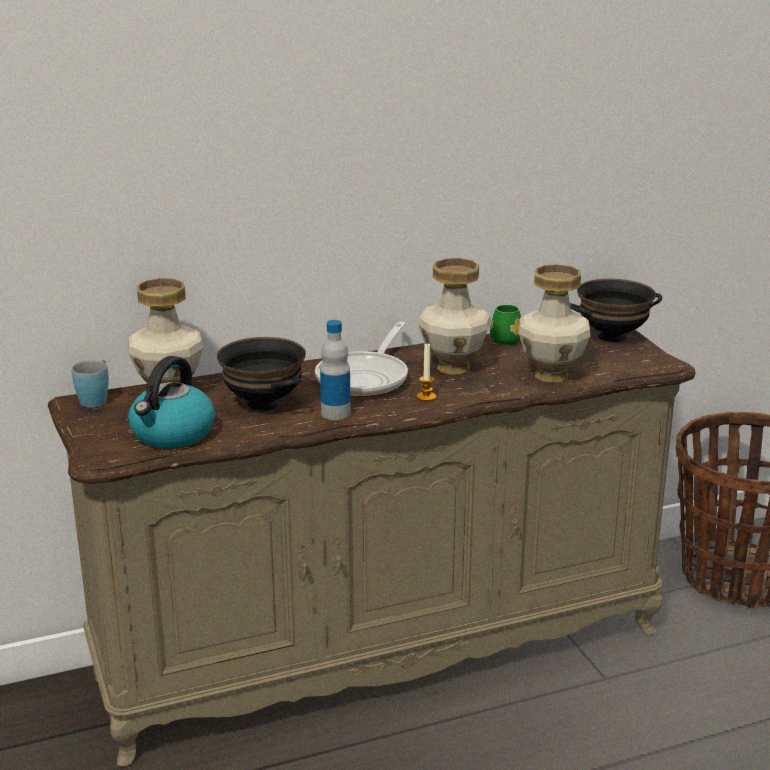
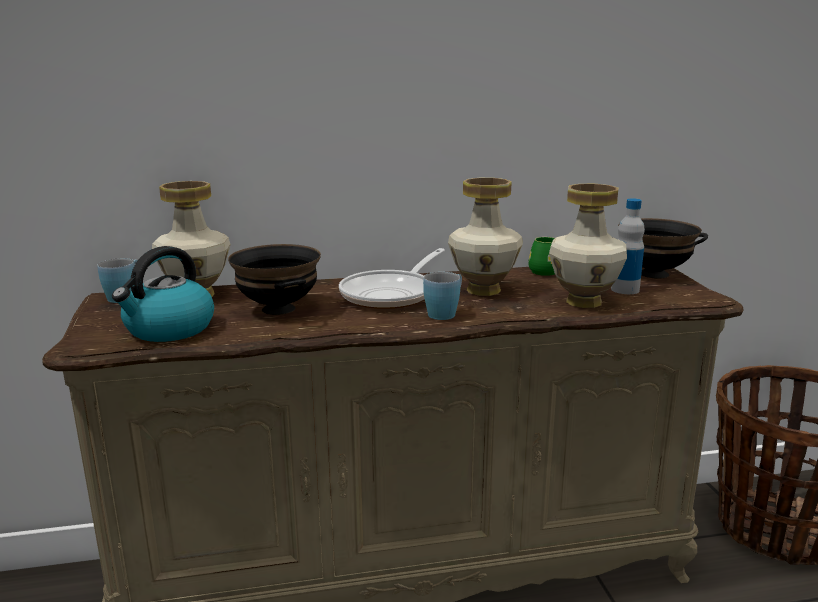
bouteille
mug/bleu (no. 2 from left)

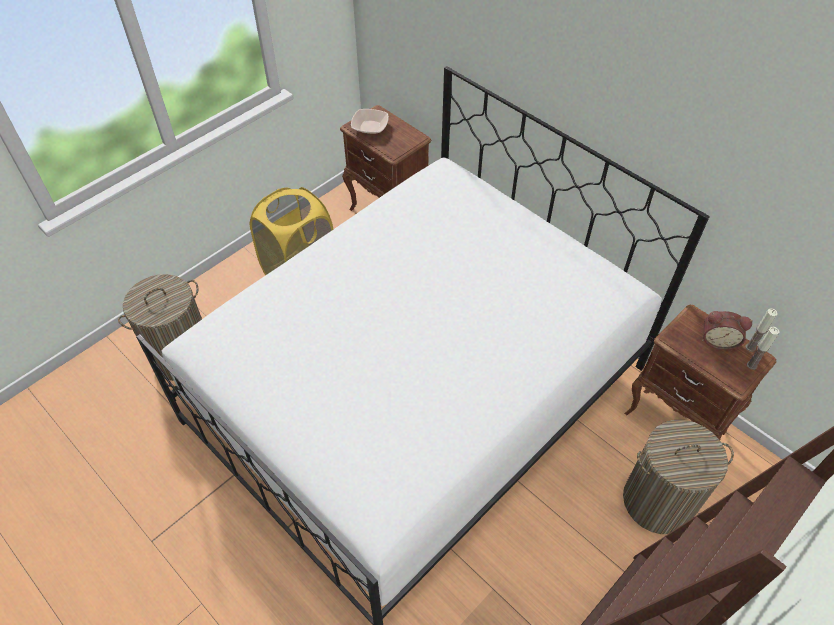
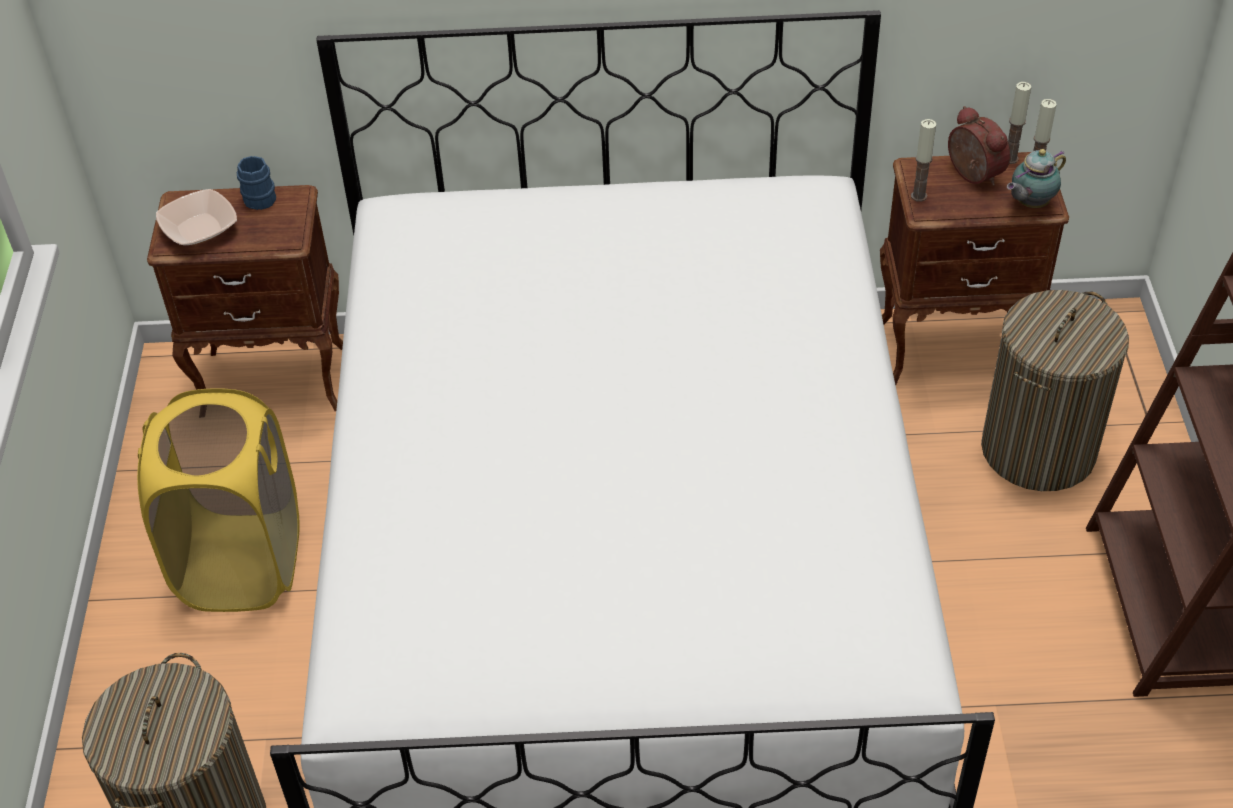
mug/bleu
bougie (no. 1 from left)
théière
réveil

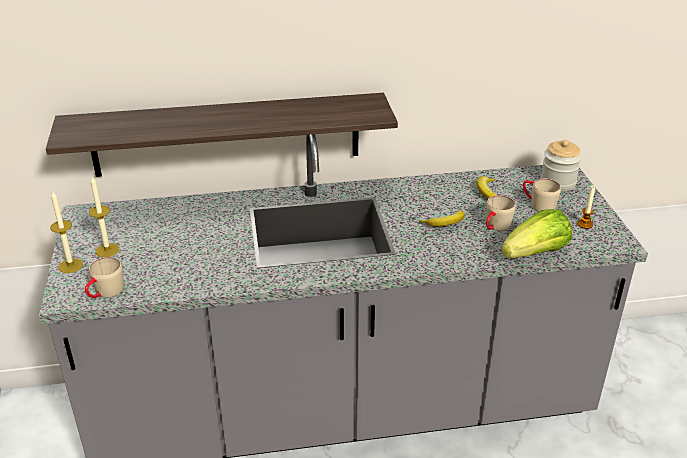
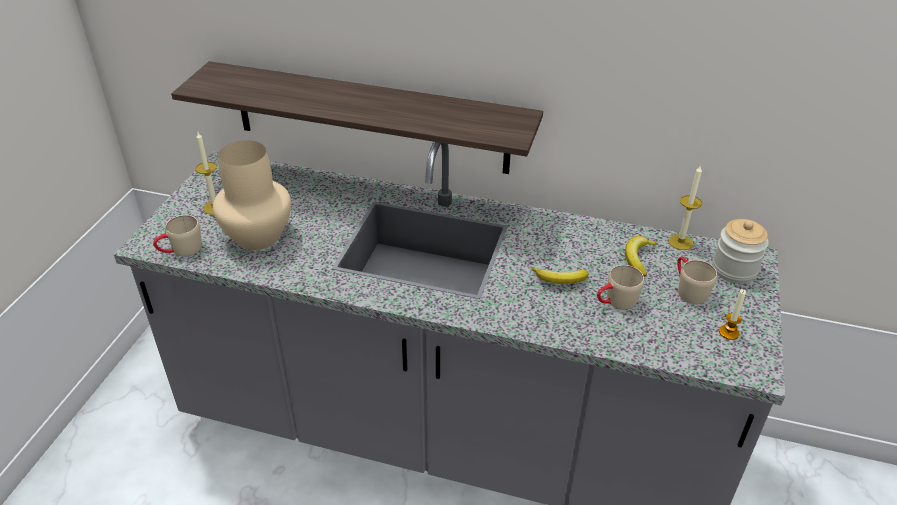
laitue
vase/beige
bougie (no. 2 from left)

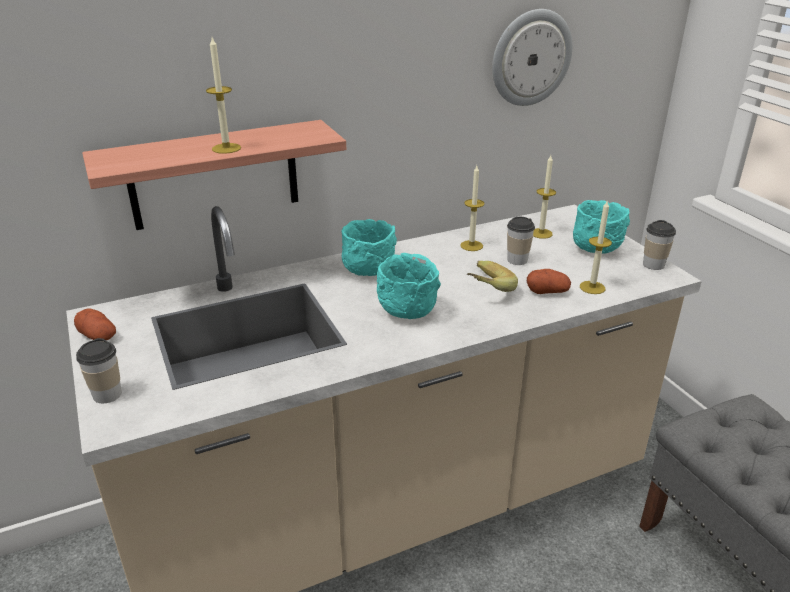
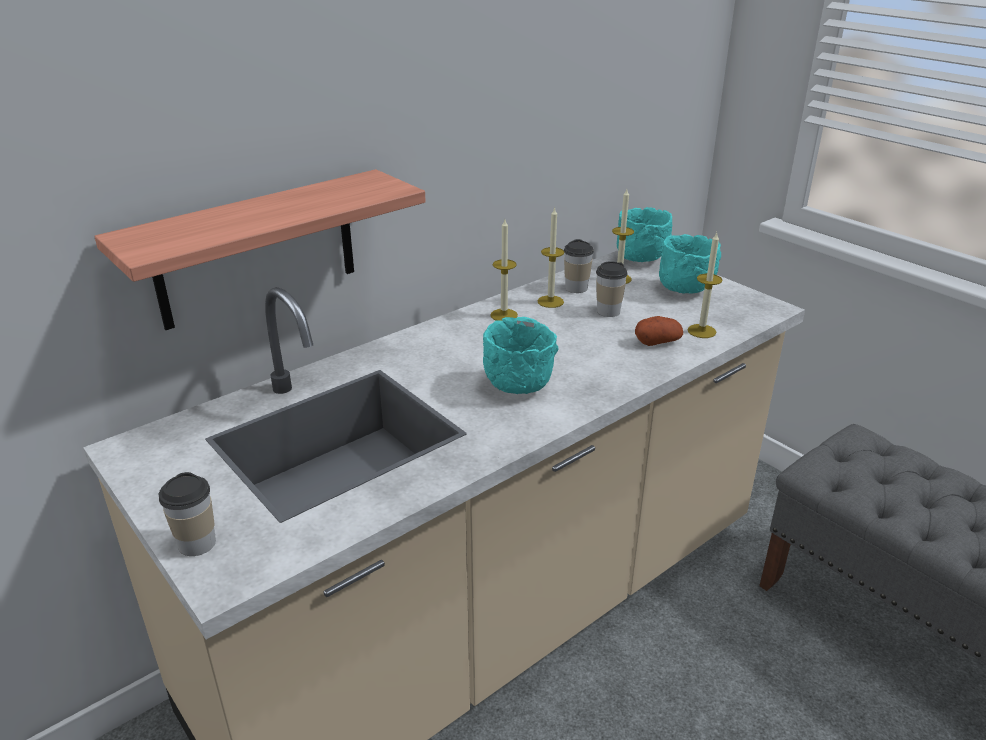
pomme de terre (no. 1 from left in the first image)
banane
horloge murale
bougie (no. 1 from left)
bol/turquoise (no. 2 from left)
tasse (no. 2 from left)

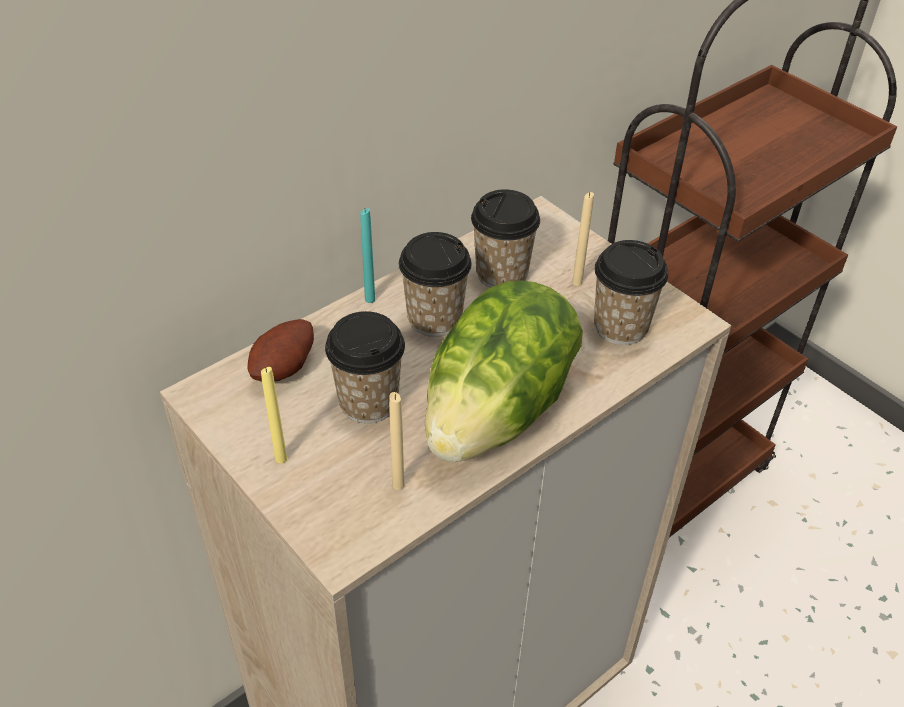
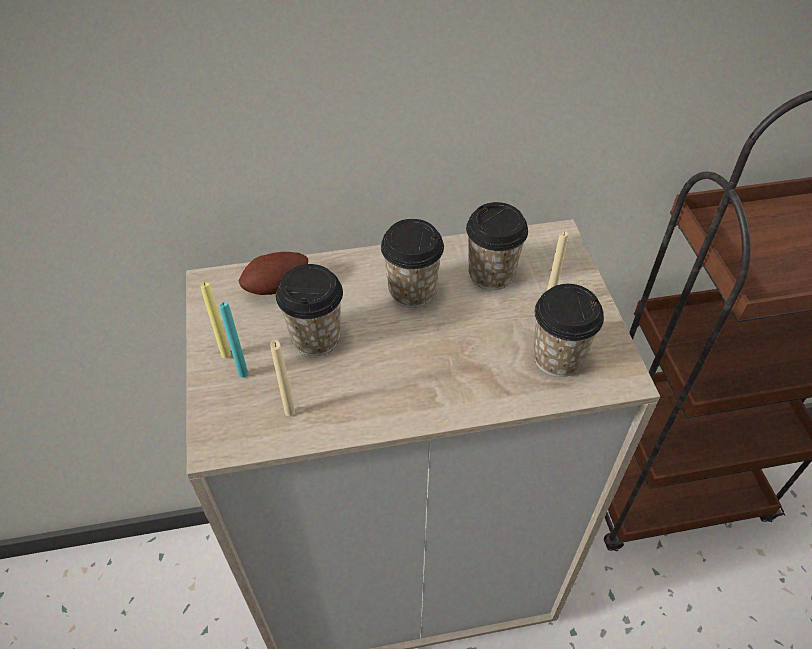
laitue
bougie/turquoise

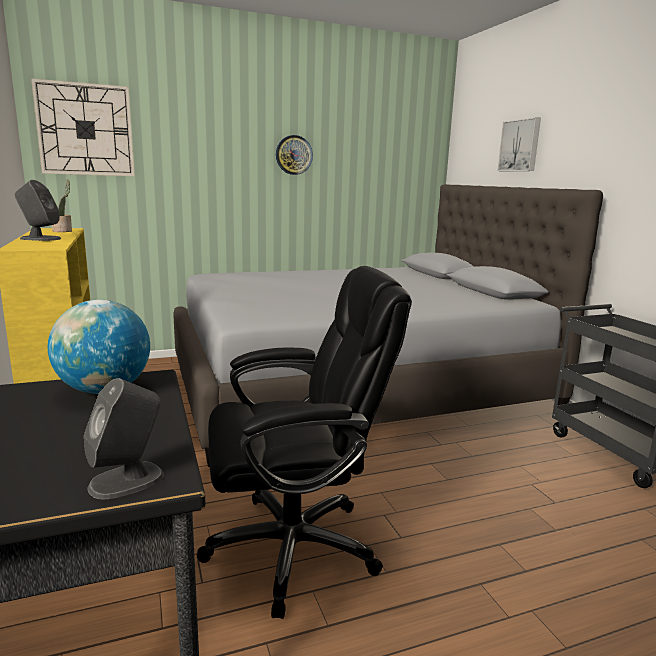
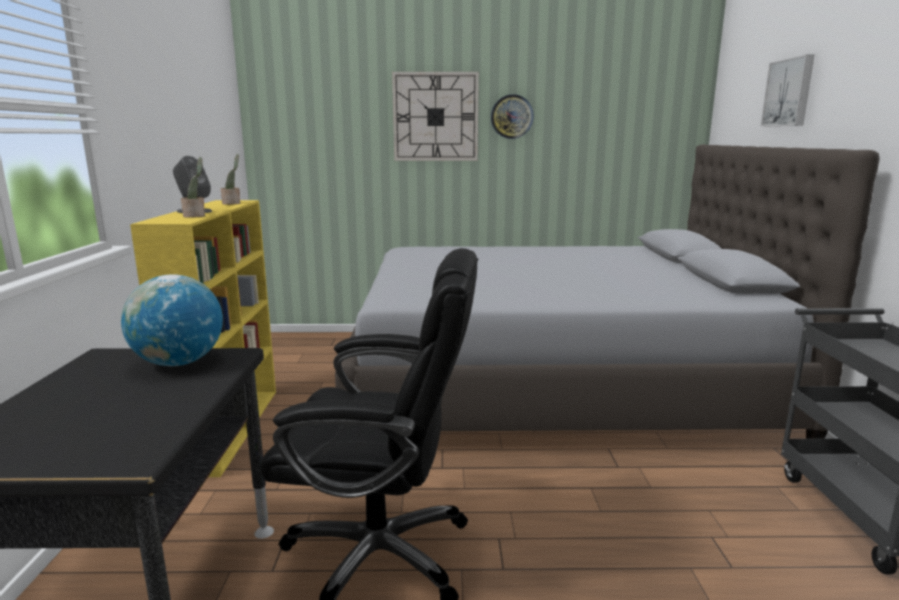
enceinte/gris (no. 2 from left in the first image)
plante en pot (no. 1 from left)
horloge murale (no. 1 from left)

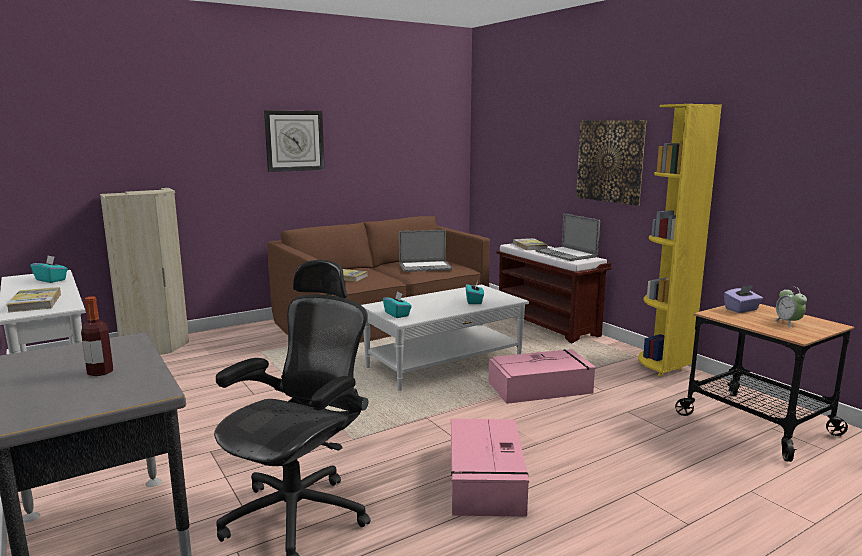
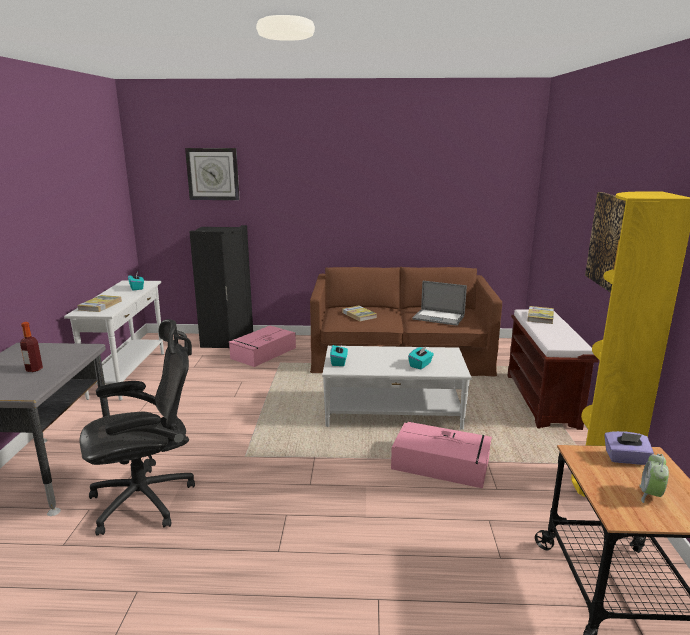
ordinateur portable (no. 2 from left in the first image)
horloge murale
boîte de rangement/rose (no. 1 from left)
meuble de rangement/noir

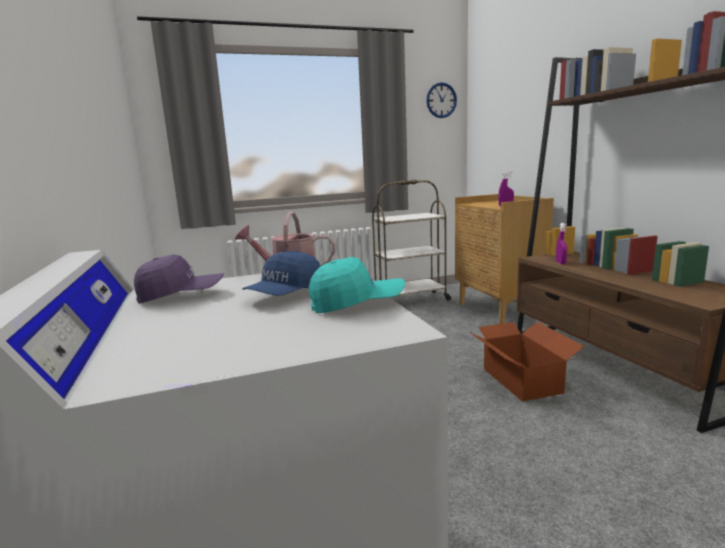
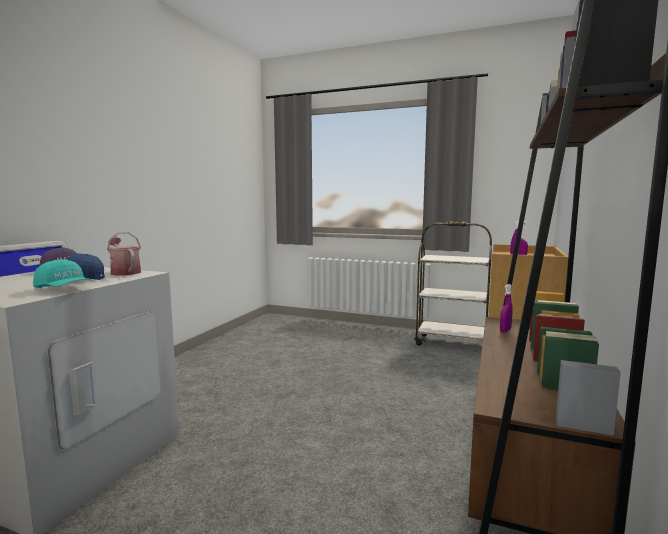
horloge murale
carton

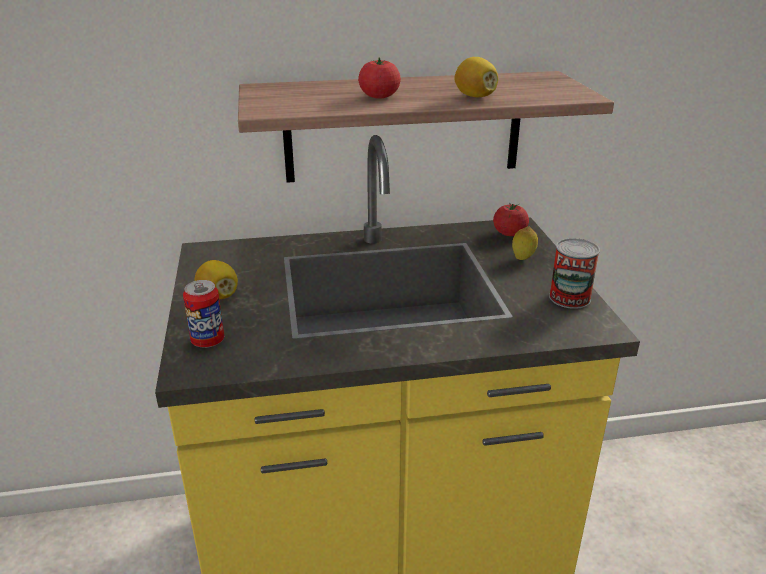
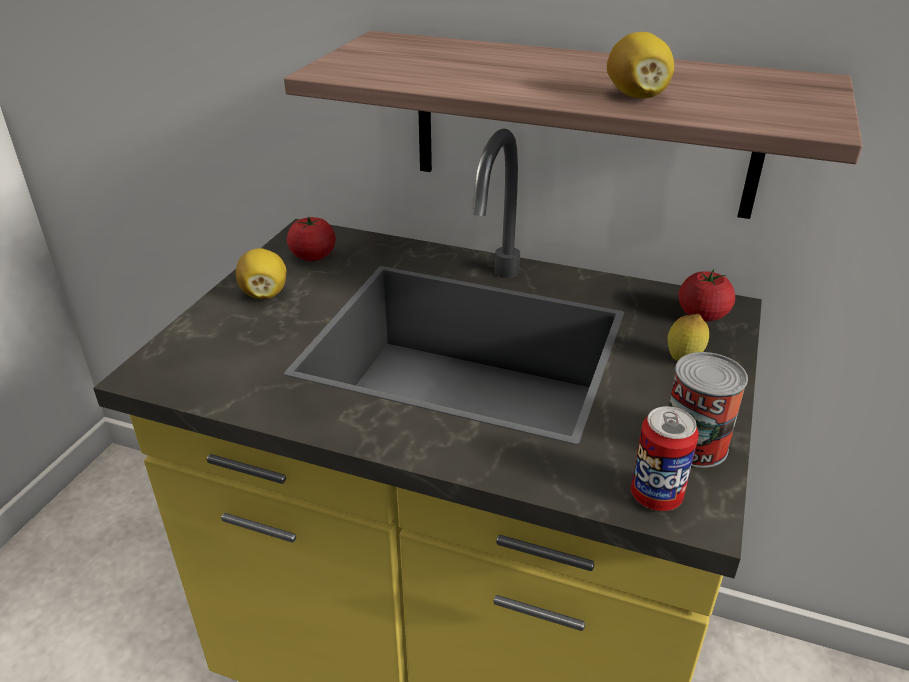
boîte métallique (no. 1 from left)
tomate (no. 1 from left)

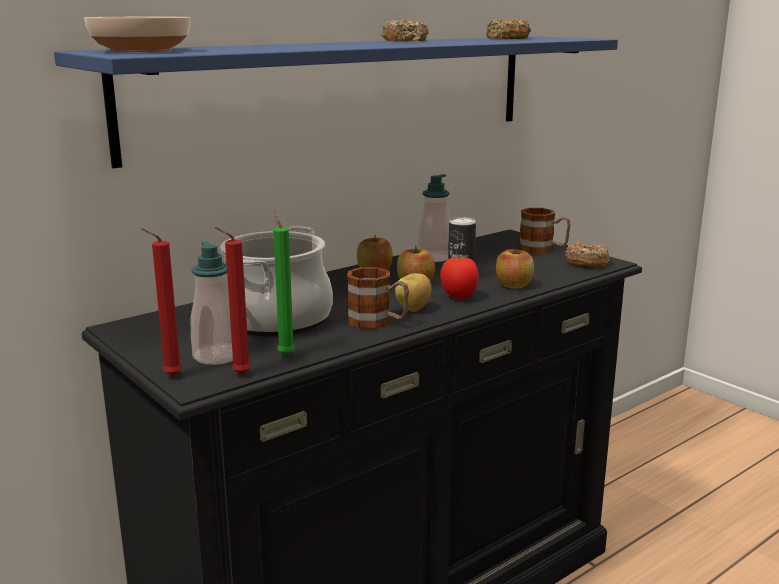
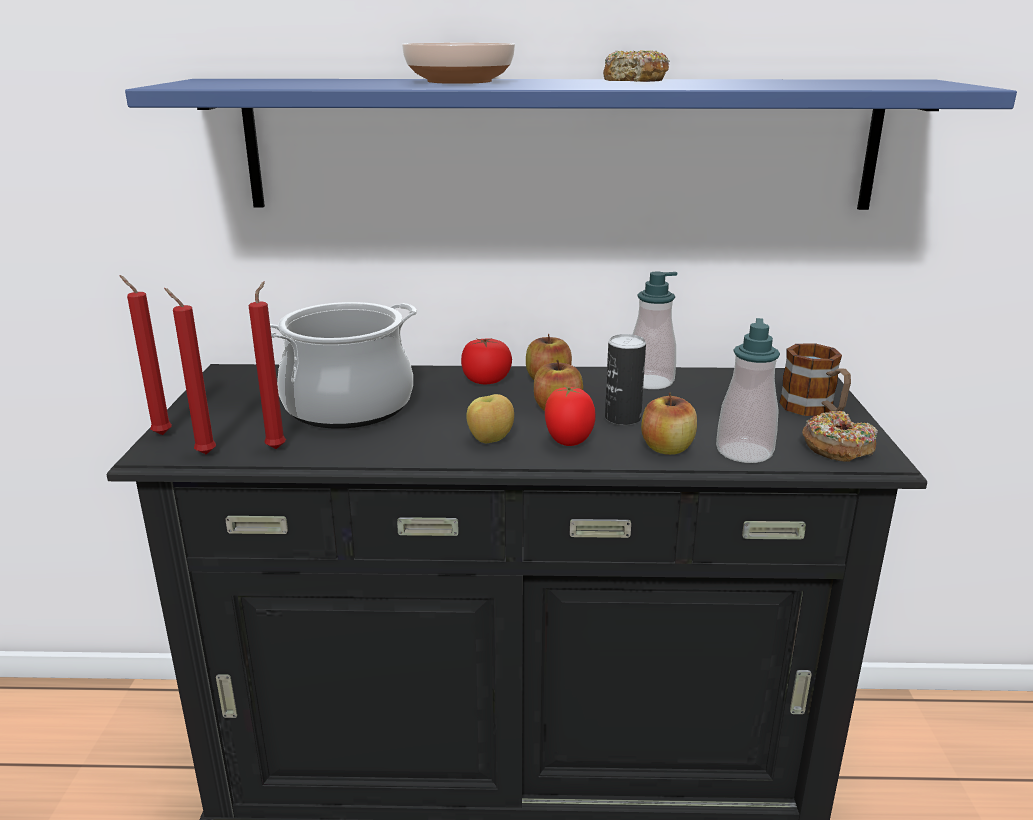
mug (no. 1 from left in the first image)
beignet (no. 2 from left in the first image)
tomate (no. 1 from left)
bol
distributeur de savon (no. 2 from left)
bougie/rouge (no. 3 from left)

